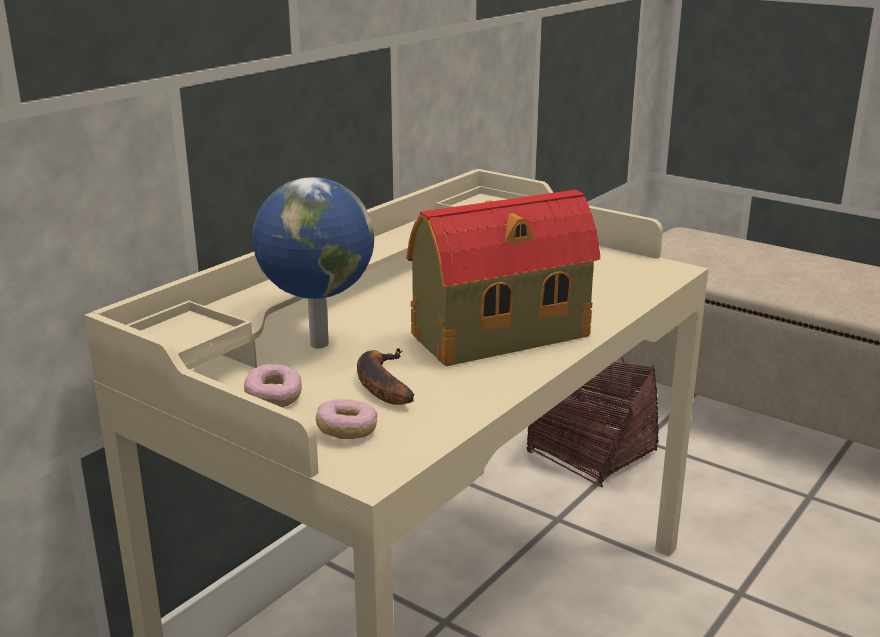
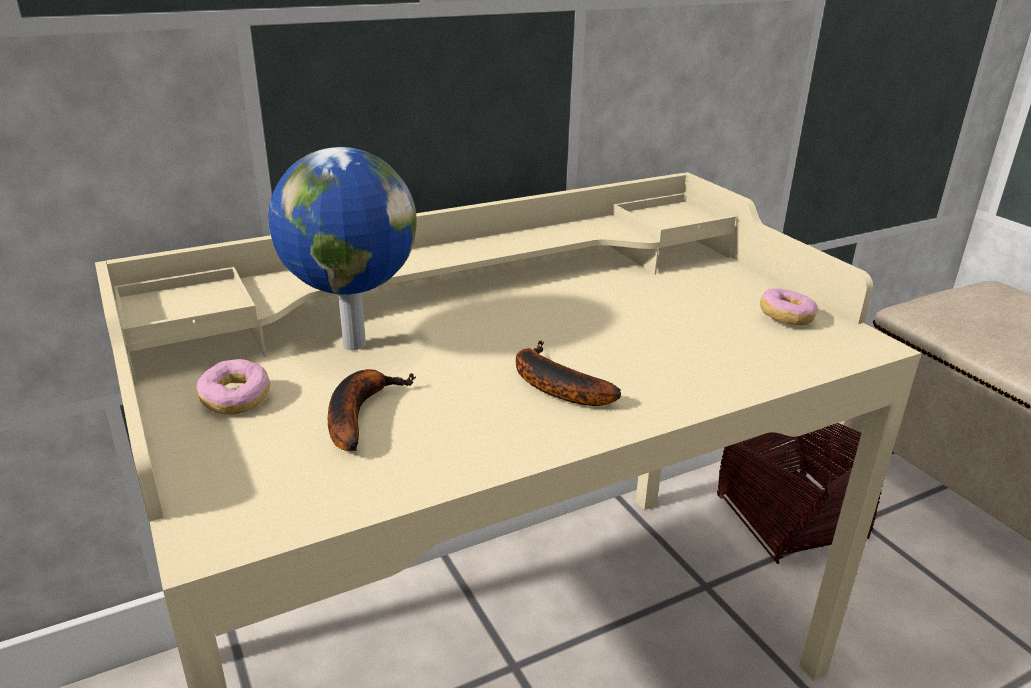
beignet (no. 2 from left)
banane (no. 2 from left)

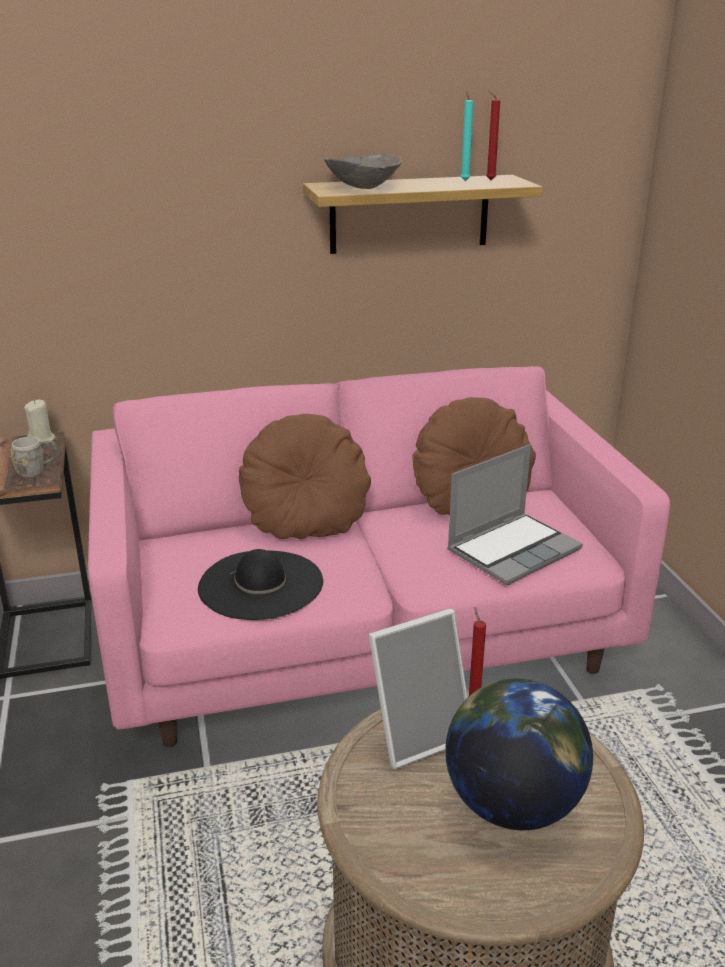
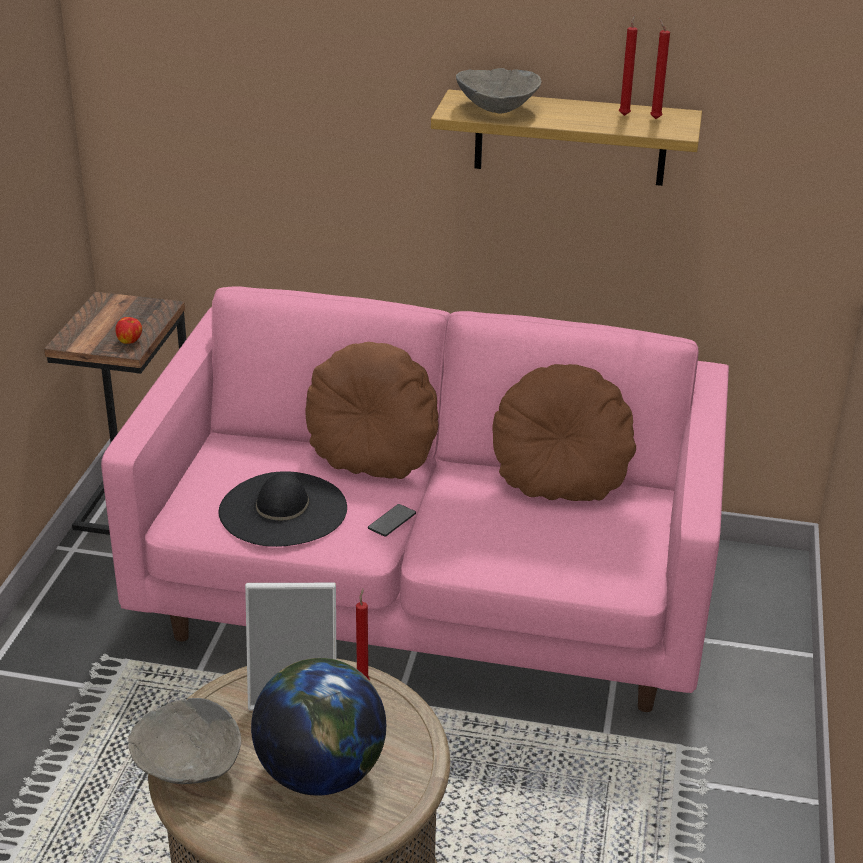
bougie/beige
ordinateur portable
bol/gris (no. 1 from left)
téléphone
pomme
bougie/rouge (no. 2 from left)

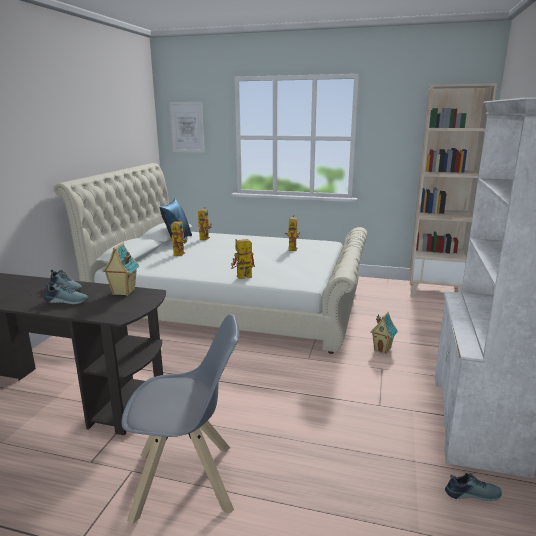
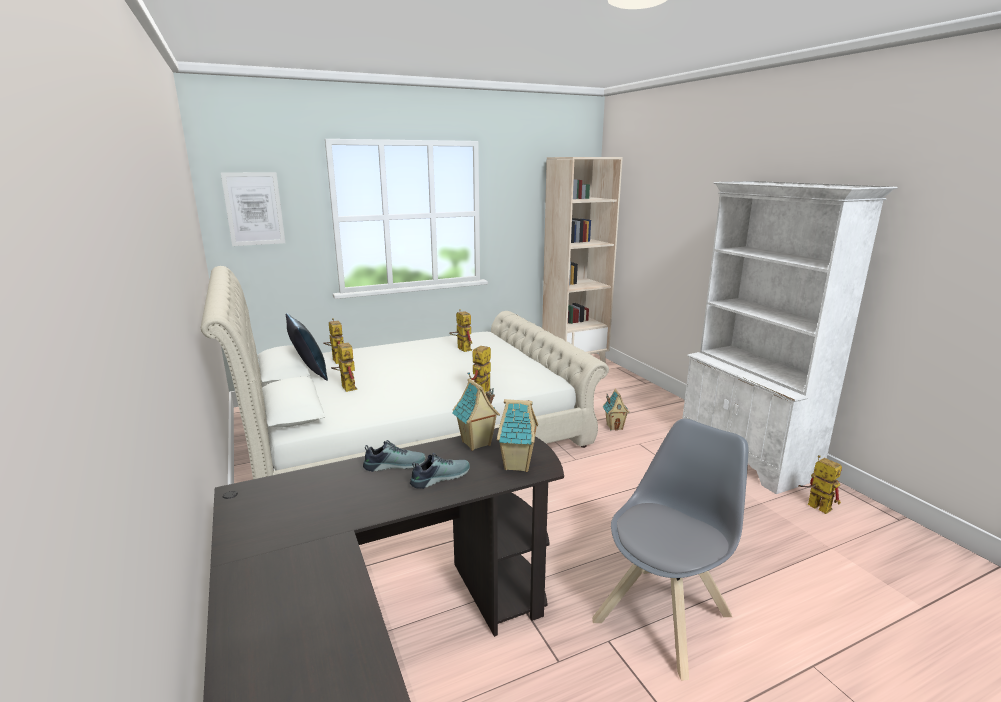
maison miniature (no. 2 from left)
robot jouet (no. 5 from left)

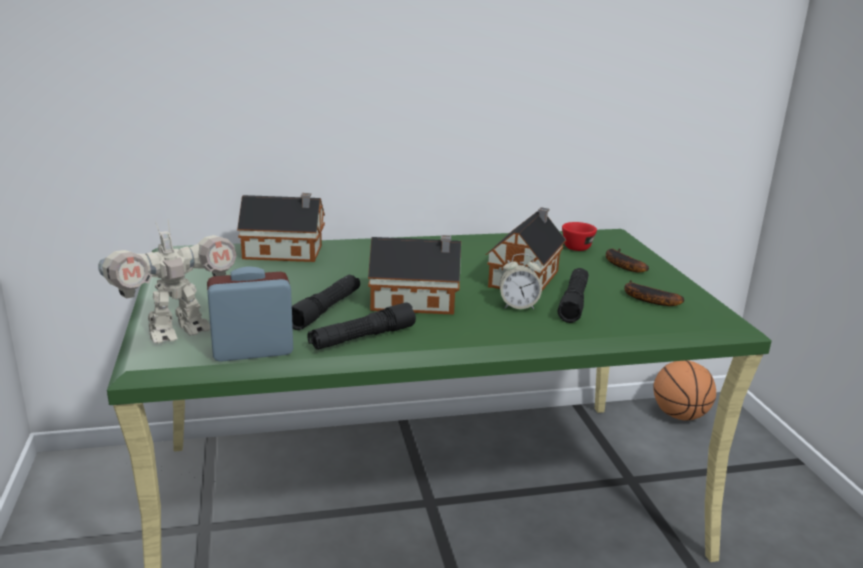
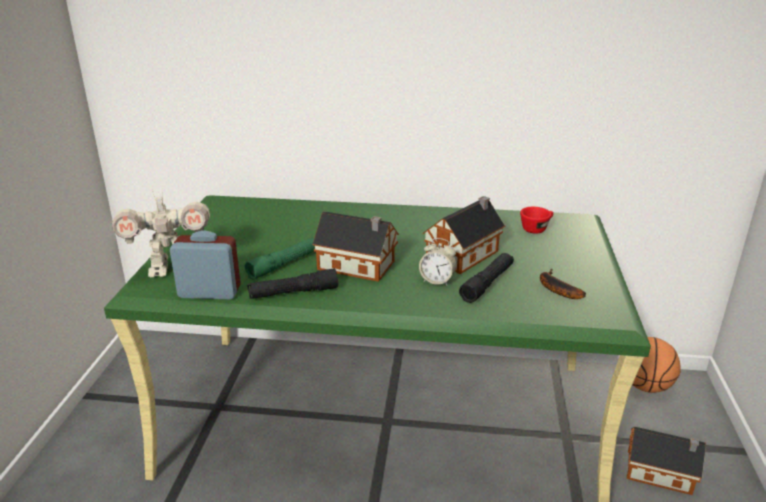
banane (no. 1 from left in the first image)
maison miniature (no. 3 from left)
lampe de poche/vert

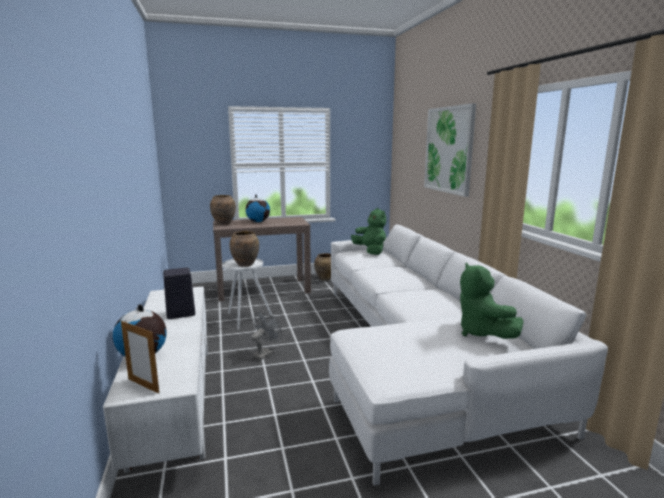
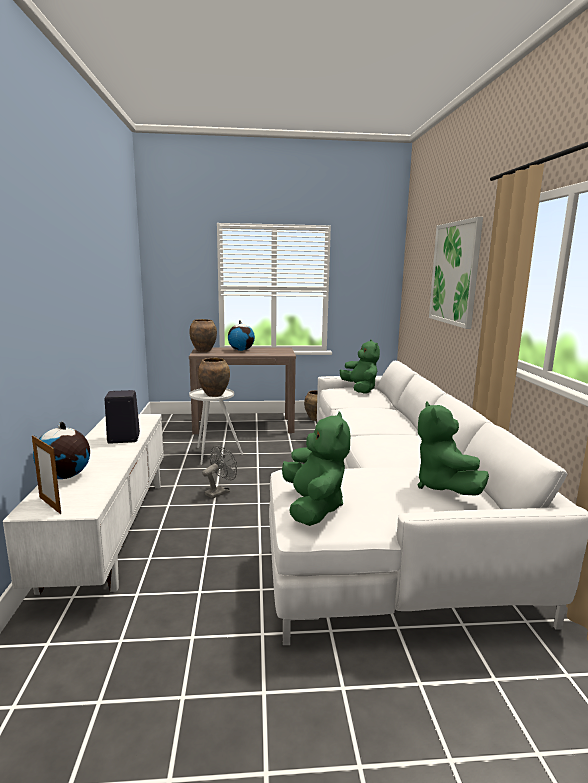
peluche/vert (no. 1 from left)

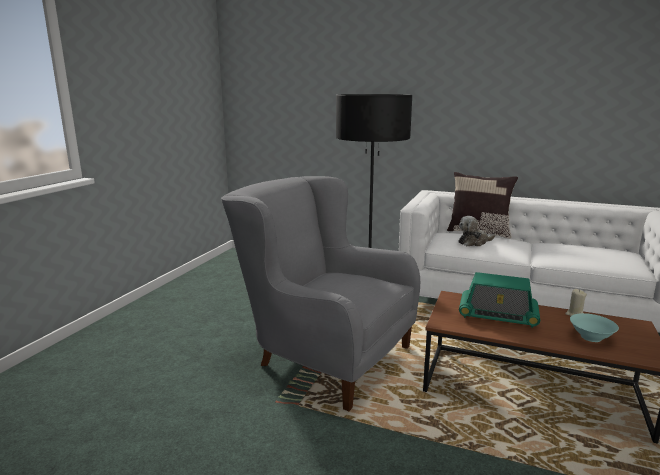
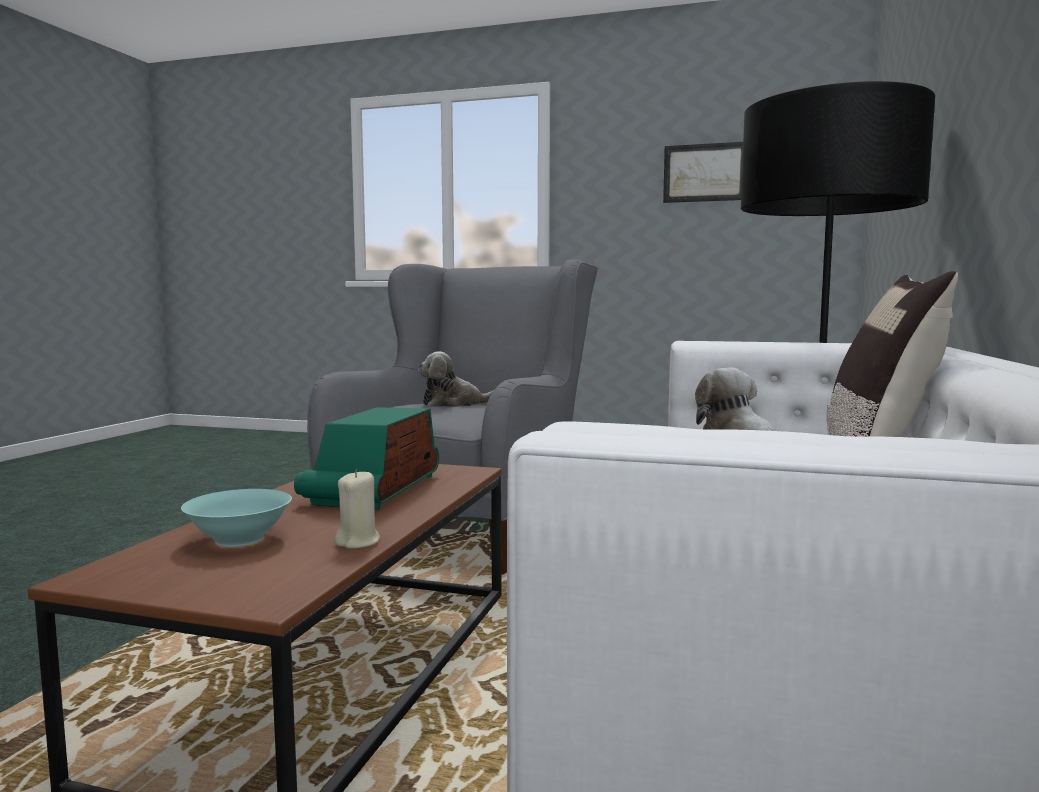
peluche (no. 1 from left)
tableau

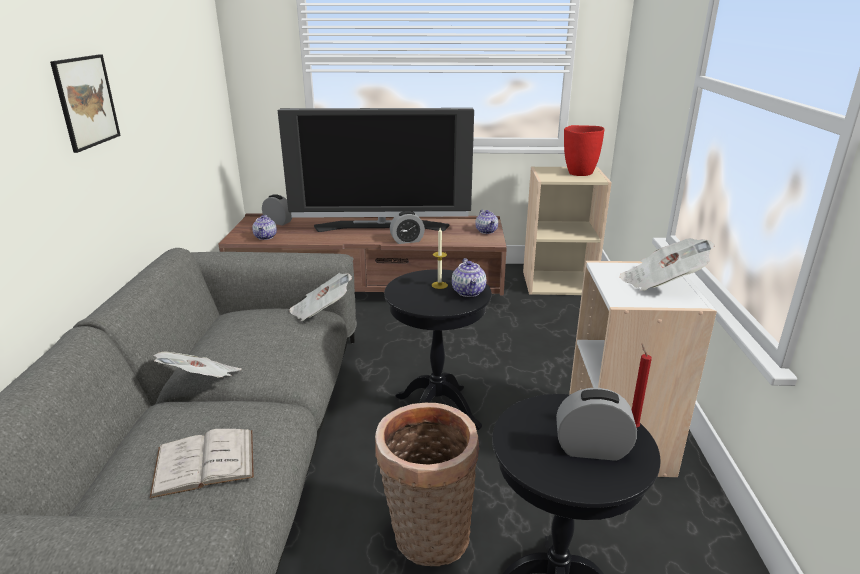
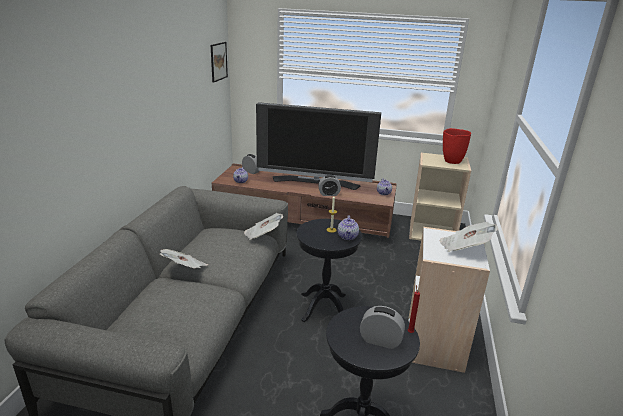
livre/blanc
panier
tableau

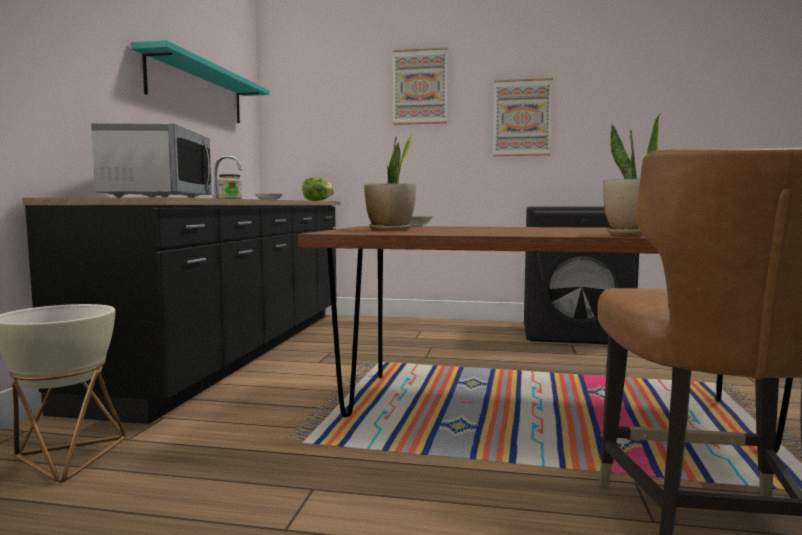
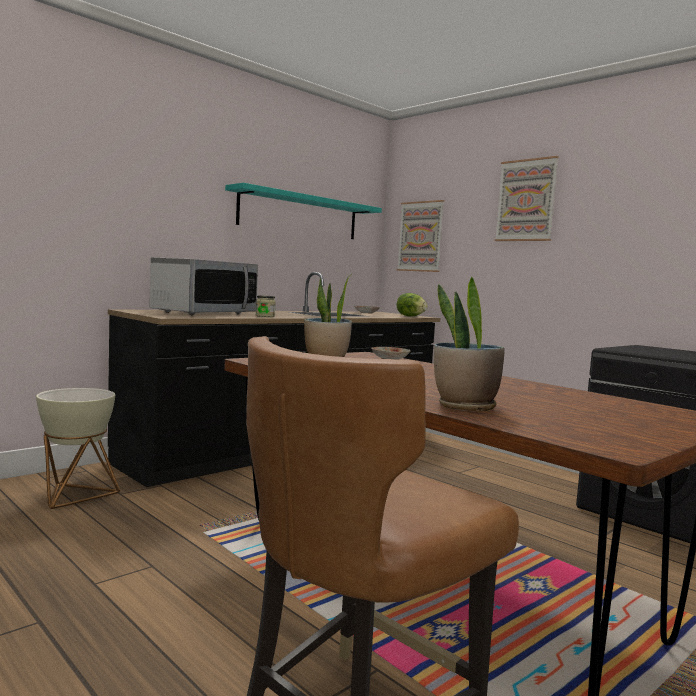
tableau (no. 1 from left)

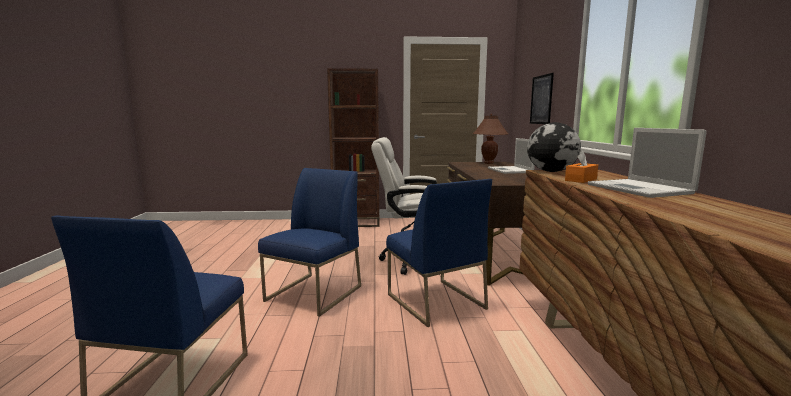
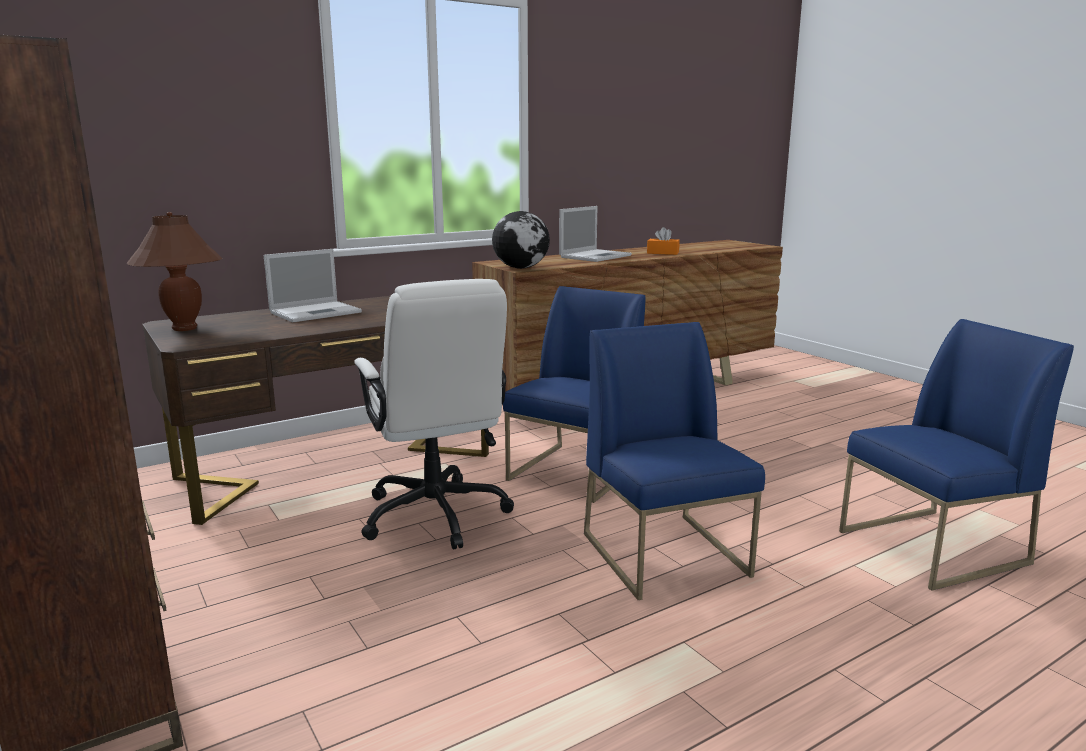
tableau
boîte à mouchoirs/orange
chaise/bleu (no. 2 from left)

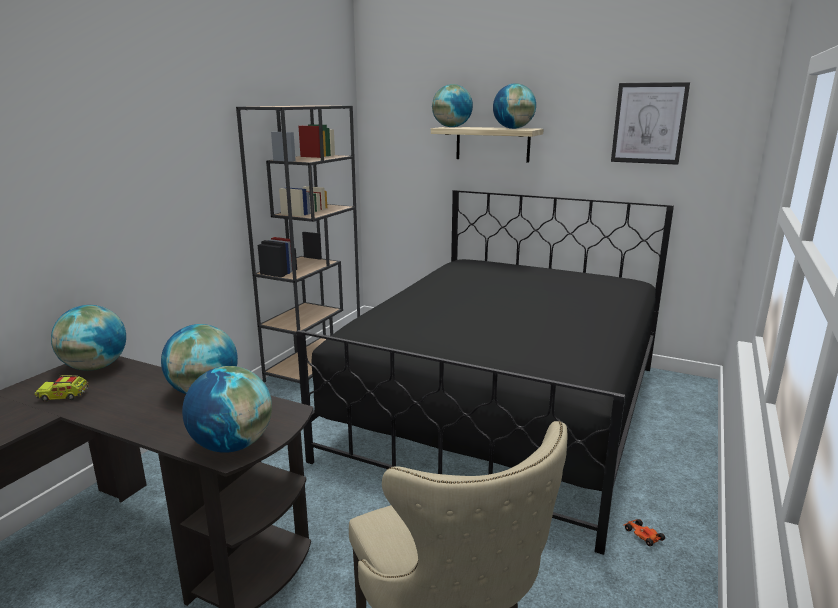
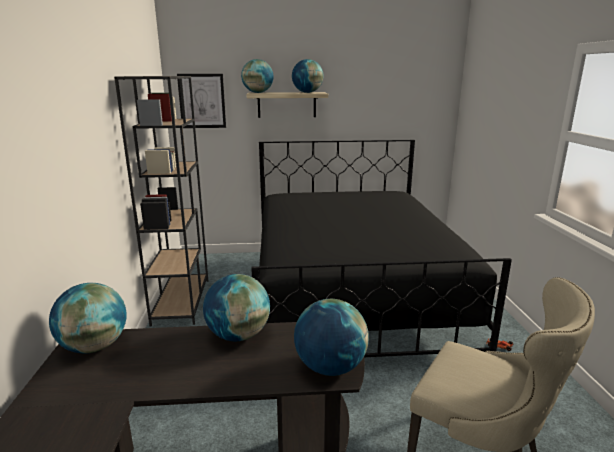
camion jouet
tableau

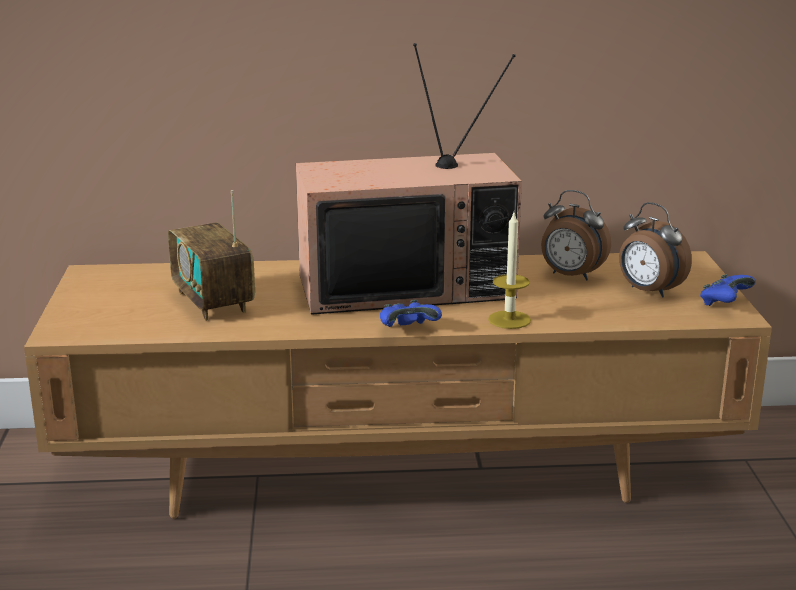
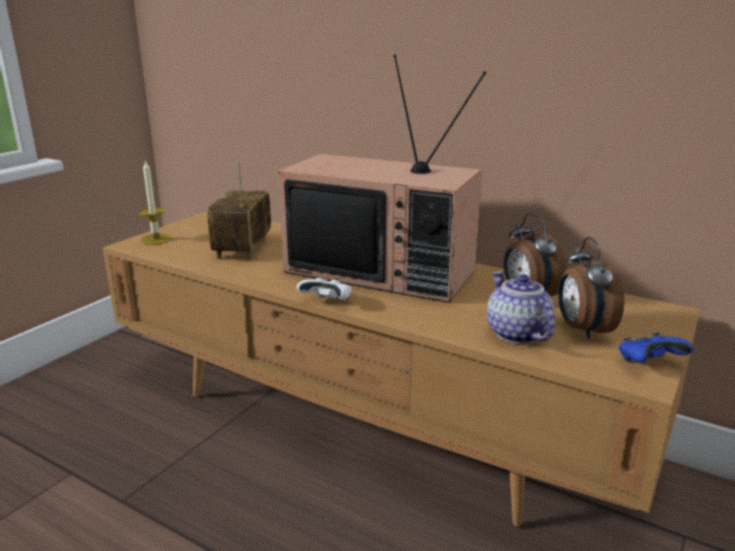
théière
bougie
manette/blanc

